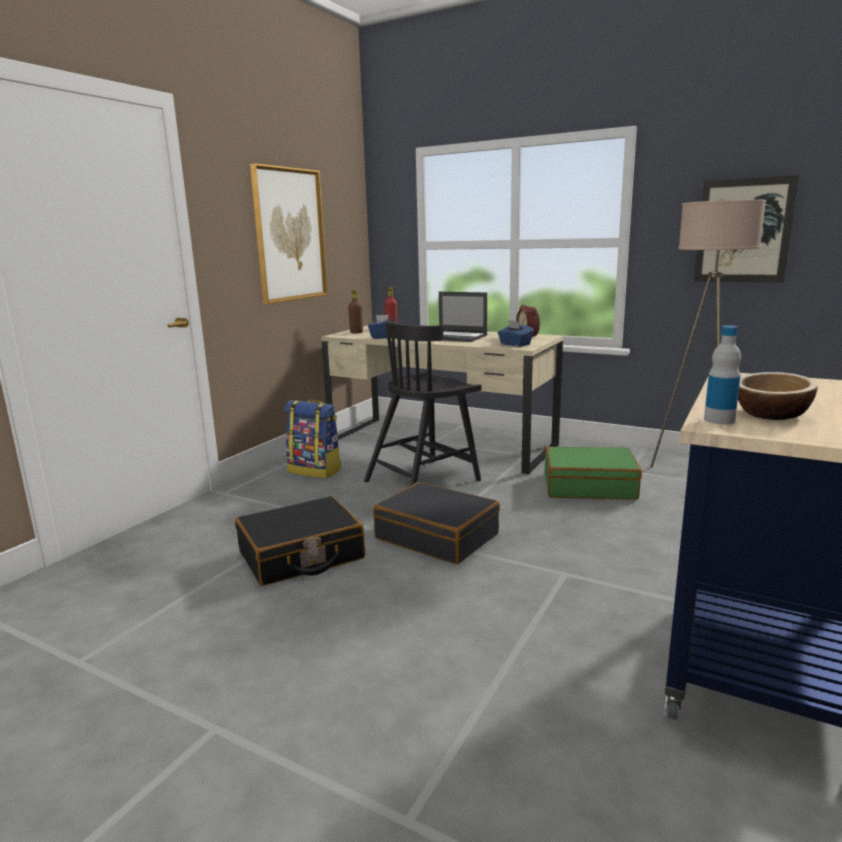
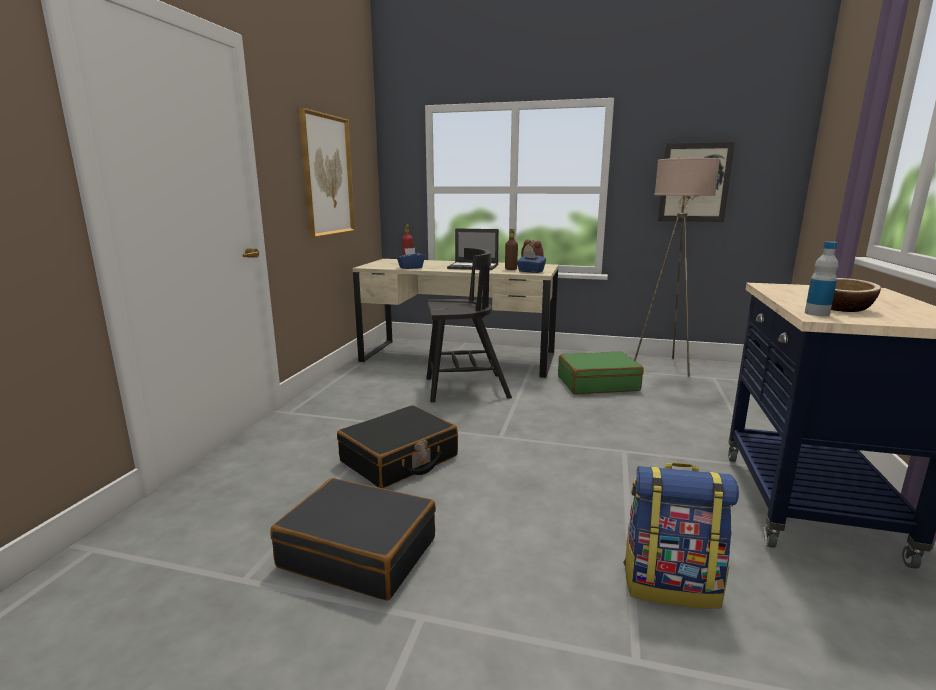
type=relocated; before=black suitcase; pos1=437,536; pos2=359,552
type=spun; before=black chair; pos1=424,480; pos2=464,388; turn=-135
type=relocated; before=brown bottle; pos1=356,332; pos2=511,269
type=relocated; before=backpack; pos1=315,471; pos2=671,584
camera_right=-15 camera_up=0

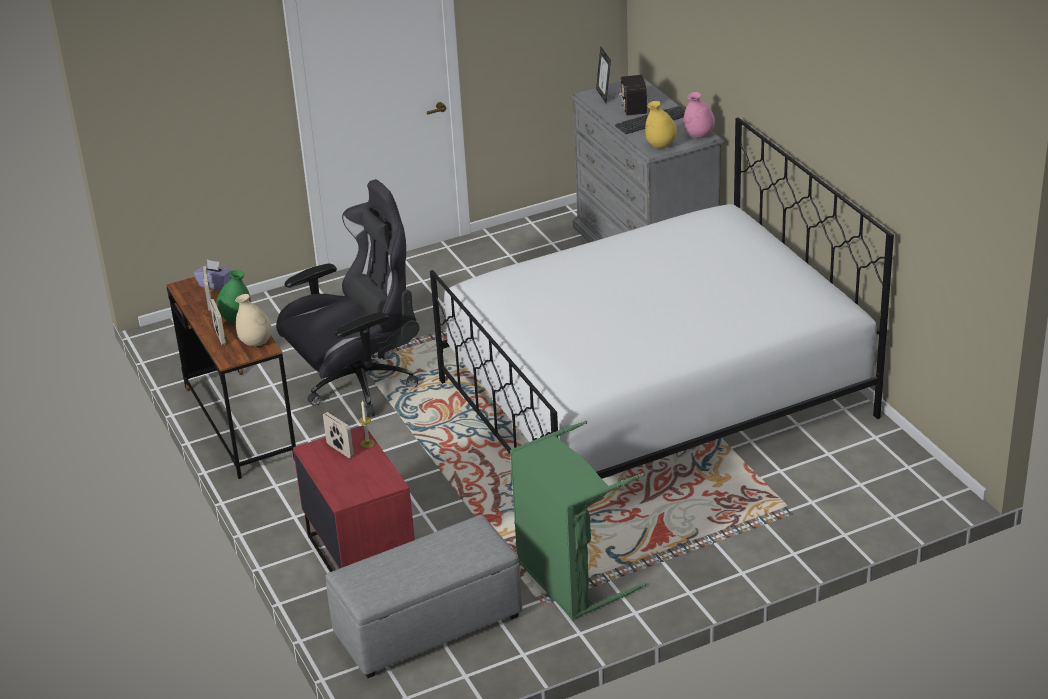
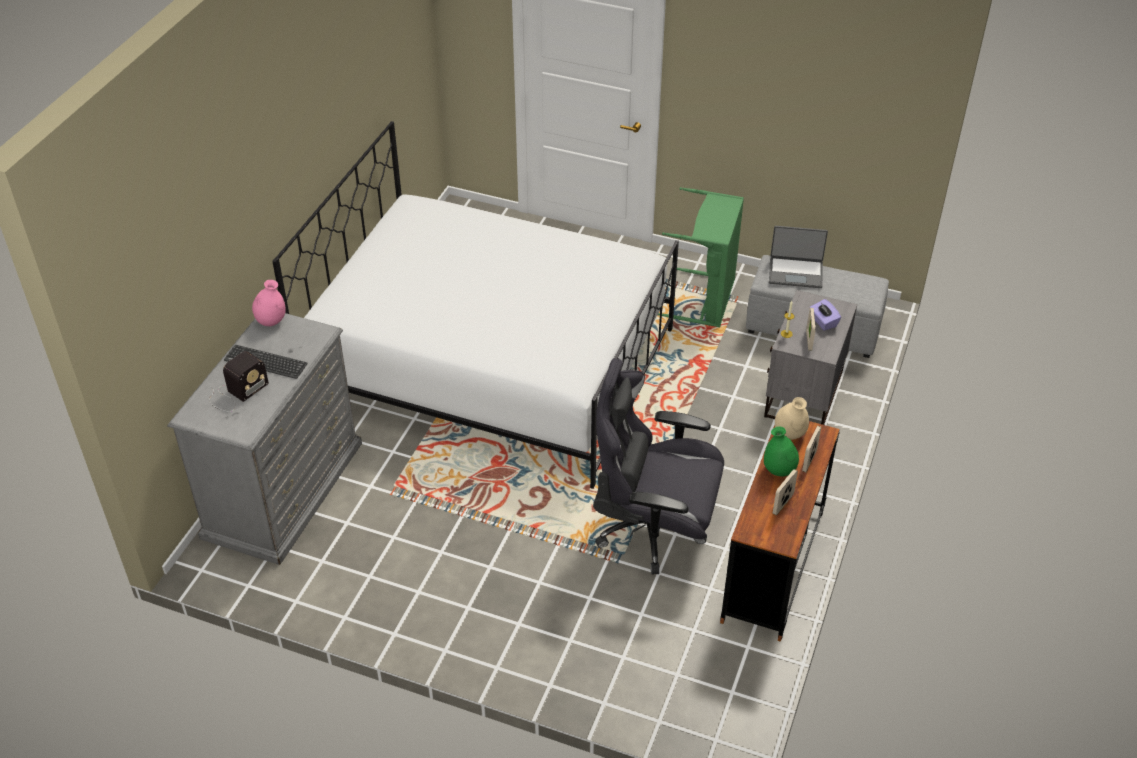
type=colour; before=red nightstand; after=grey nightstand; pos1=362,557; pos2=802,394
type=appeared; after=laptop; pos2=795,272
type=relocated; before=purple tissue box; pos1=215,284; pos2=823,322
type=missing; before=picture frame; pos1=603,96
type=missing; before=yellow vase; pos1=660,146
camera_right=-135 camera_up=10

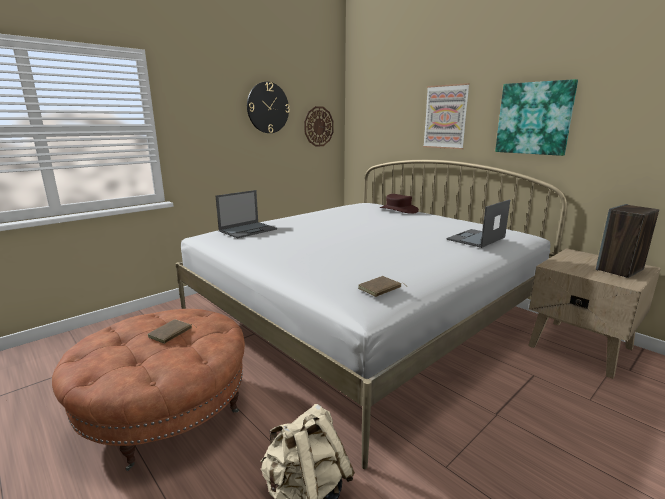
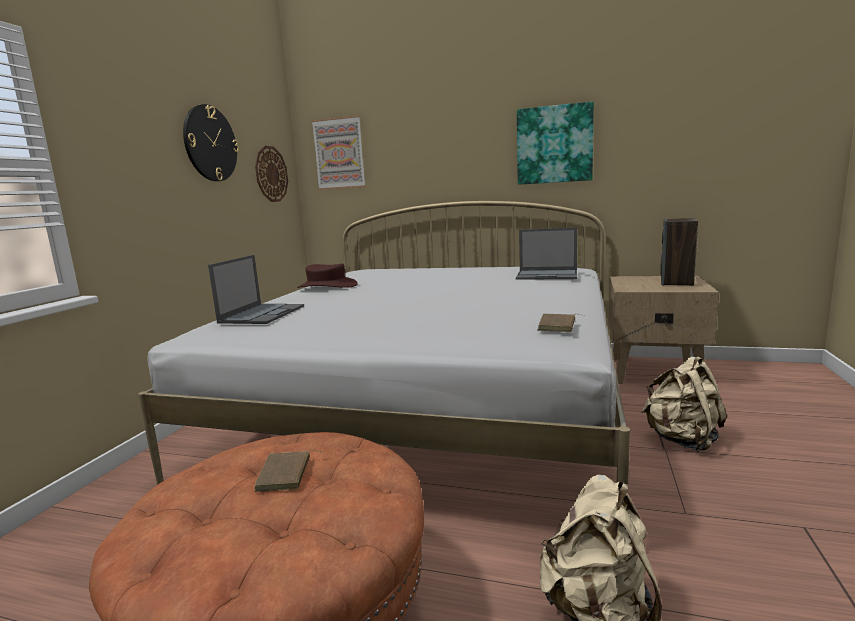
type=relocated; before=brown hat; pos1=398,210; pos2=327,286
type=relocated; before=picture; pos1=445,117; pos2=339,153
type=spun; before=laptop; pos1=476,238; pos2=547,275; turn=-90
type=appeared; after=beige backpack; pos2=682,440
camera_right=-30 camera_up=-5

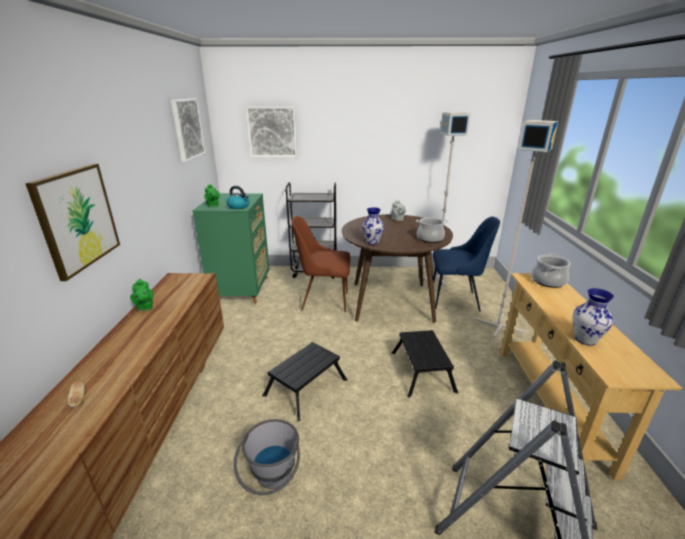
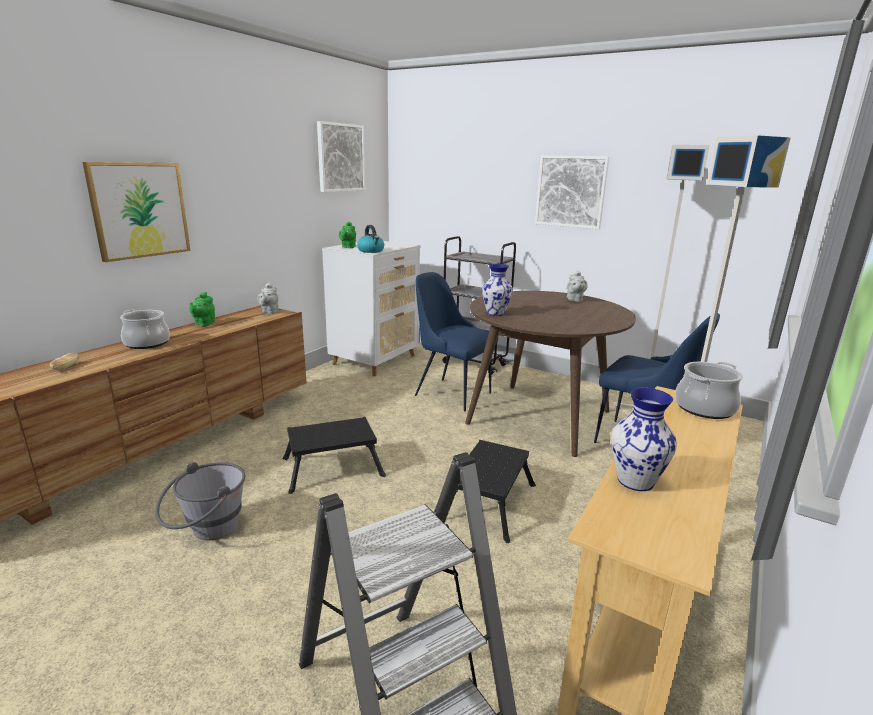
type=relocated; before=cooking pot; pos1=430,238; pos2=147,343
type=appeared; after=grey teapot; pos2=270,312
type=colour; before=green dresser; after=white dresser; pos1=241,289; pos2=375,359
type=colour; before=brown chair; after=blue chair; pos1=324,301; pos2=452,394
type=relocated; before=picture; pos1=272,132; pos2=571,191
camera_right=30 camera_up=-5

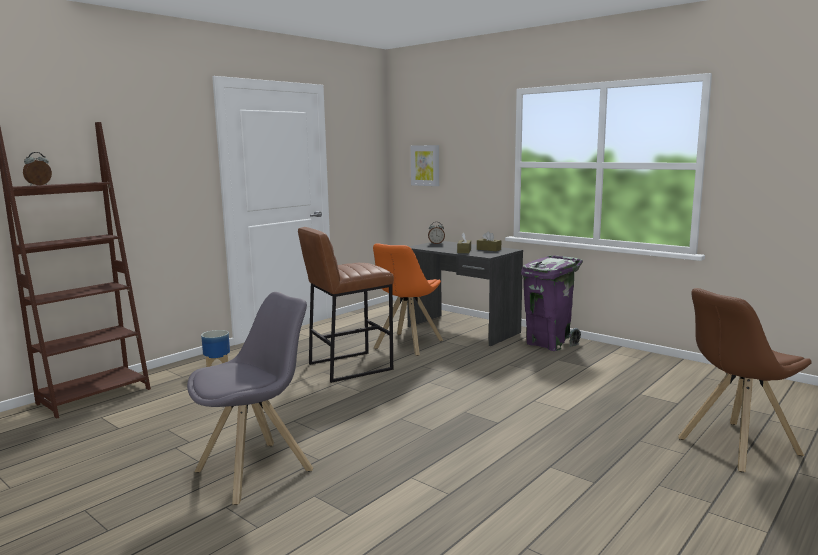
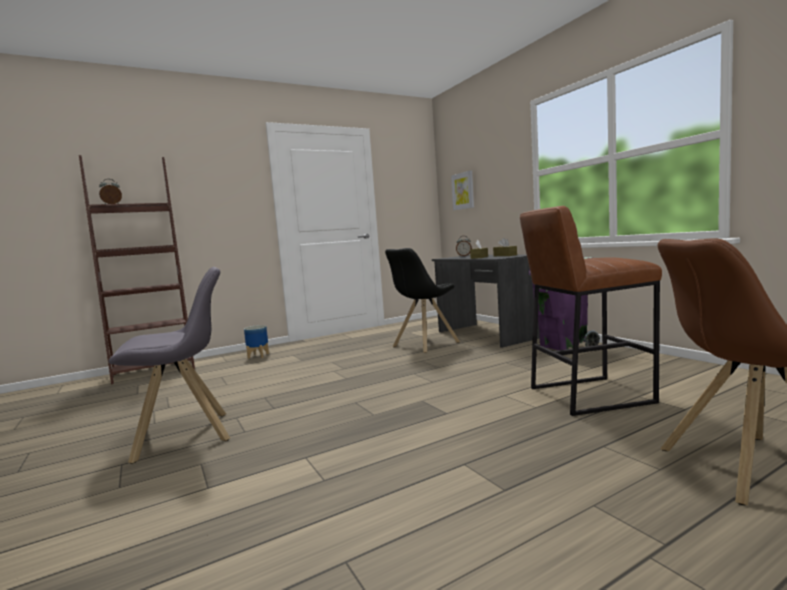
type=colour; before=orange chair; after=black chair; pos1=407,344; pos2=425,344
type=relocated; before=brown stool; pos1=349,367; pos2=588,395
camera_right=20 camera_up=-5

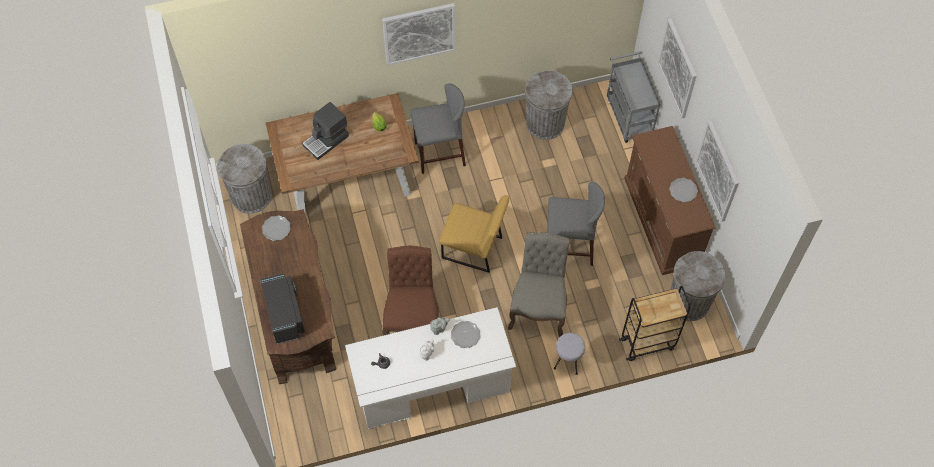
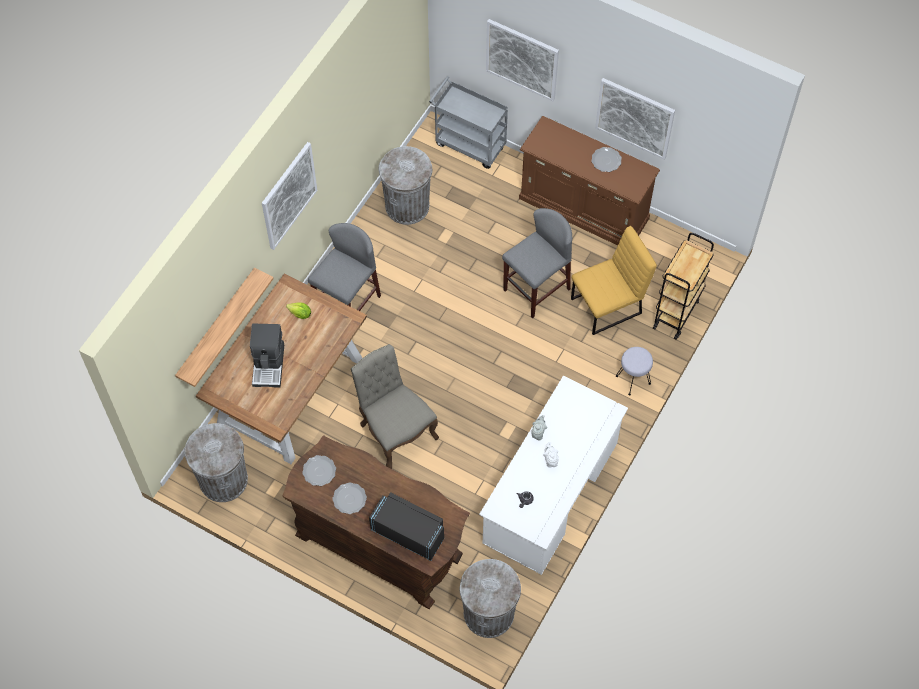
type=appeared; after=shelf; pos2=217,326
type=relocated; before=plate; pos1=465,335; pos2=349,499
type=relocated; before=grey chair; pos1=538,308; pos2=395,432
type=relocated; before=grey trash can; pos1=689,302; pos2=489,613
type=relocated; before=yellow chair; pos1=473,248; pos2=608,305
type=missing; before=brown chair; pos1=413,321
camera_right=-45 camera_up=0

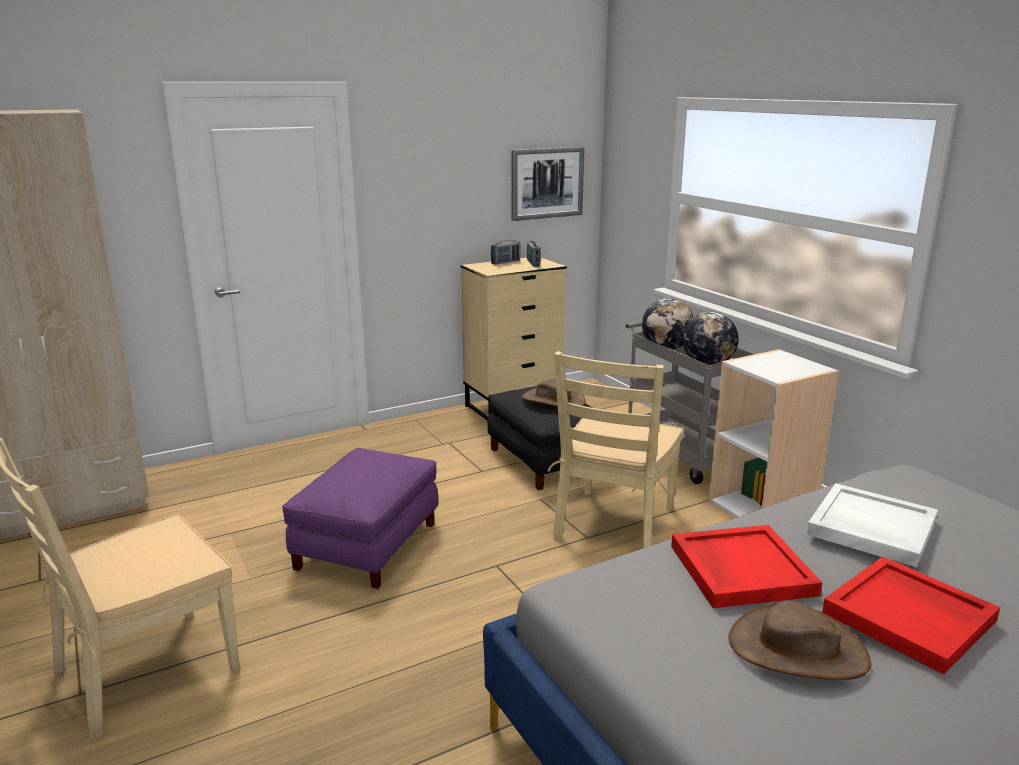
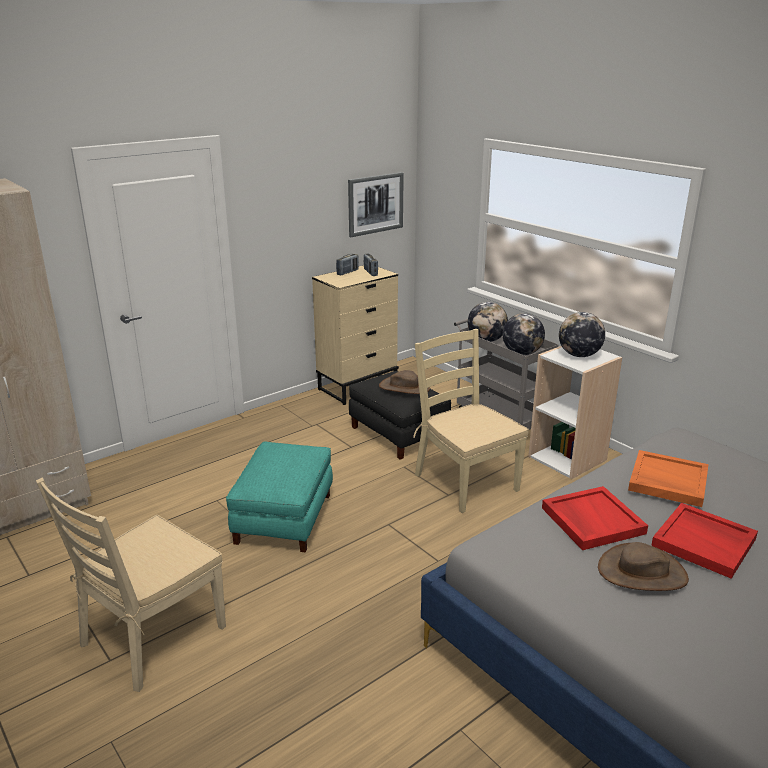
type=colour; before=purple ottoman; after=turquoise ottoman; pos1=368,546; pos2=285,519
type=spun; before=beige chair; pos1=614,524; pos2=465,482; turn=135
type=appeared; after=globe; pos2=579,355
type=colour; before=white tray; after=orange tray; pos1=870,528; pos2=667,481
camera_right=-10 camera_up=5

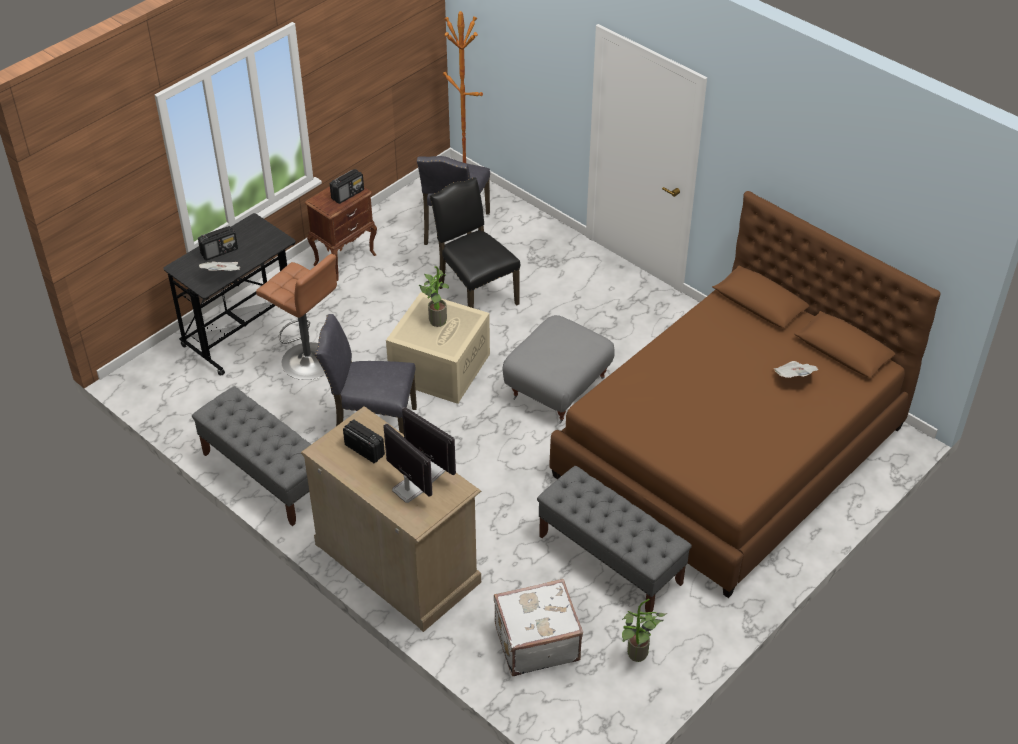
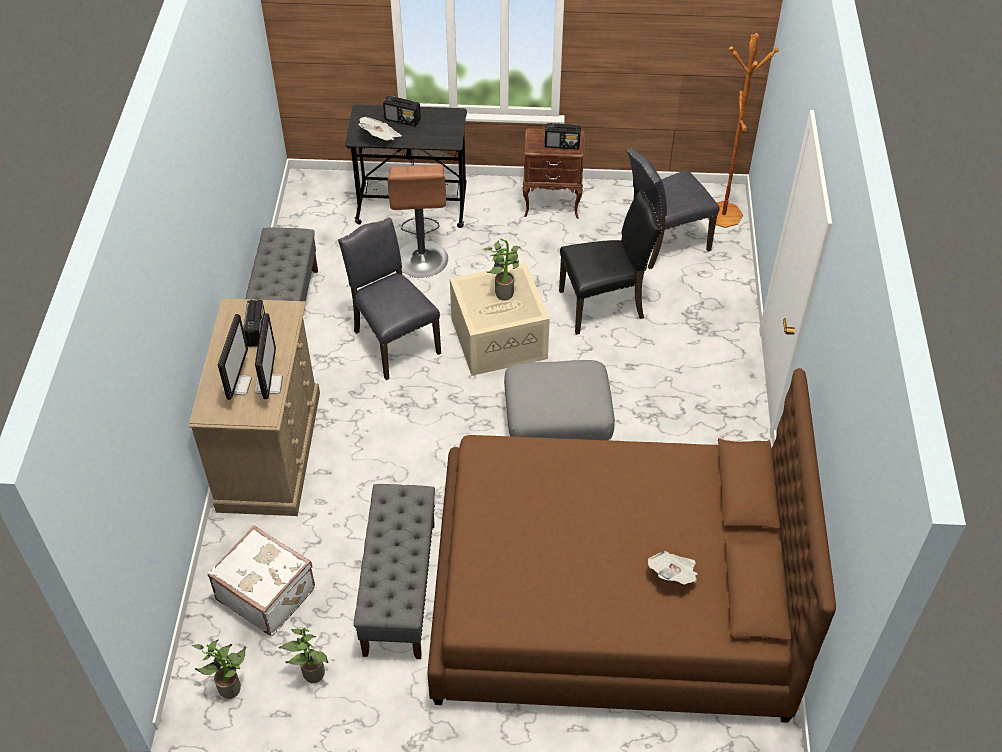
type=appeared; after=potted plant; pos2=231,686
type=spun; before=black chair; pos1=475,295; pos2=604,305; turn=60
camera_right=50 camera_up=5

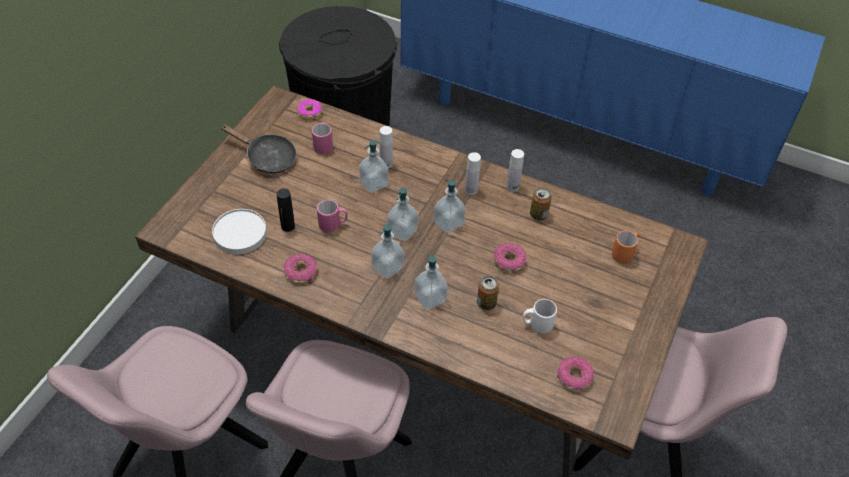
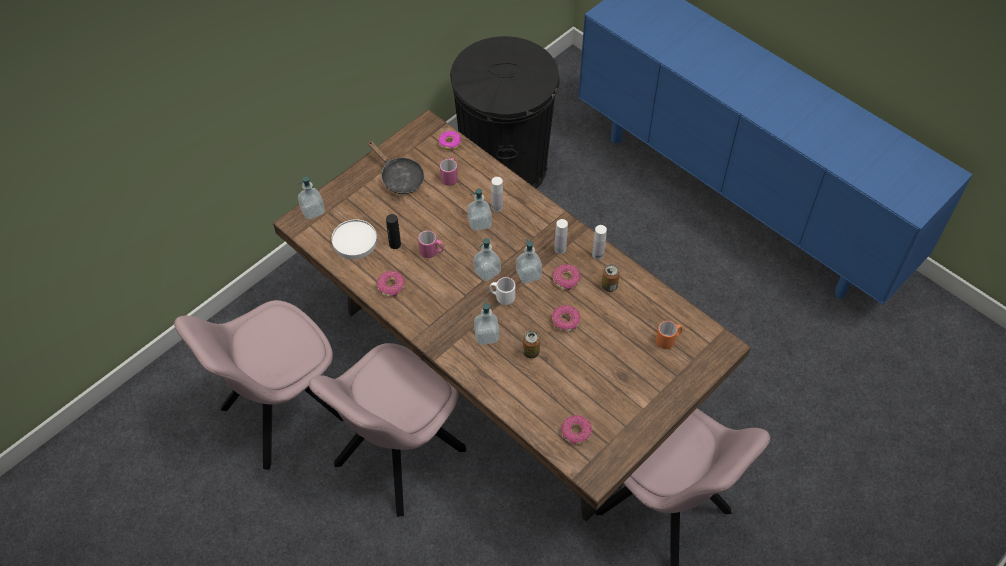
type=relocated; before=soap dispenser; pos1=387,267; pos2=313,211
type=relocated; before=white mug; pos1=537,325; pos2=502,297
type=appeared; after=donut; pos2=566,279
camera_right=20 camera_up=5

